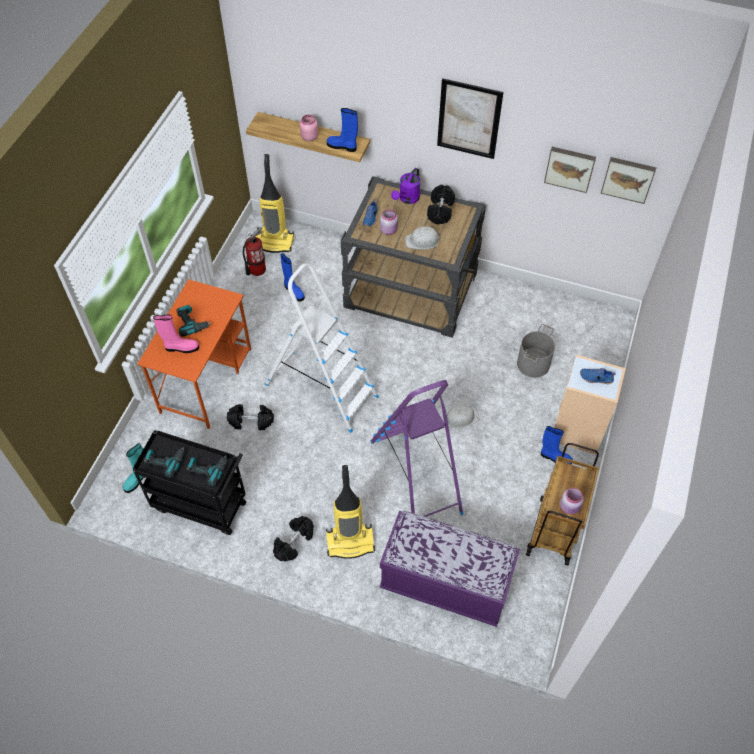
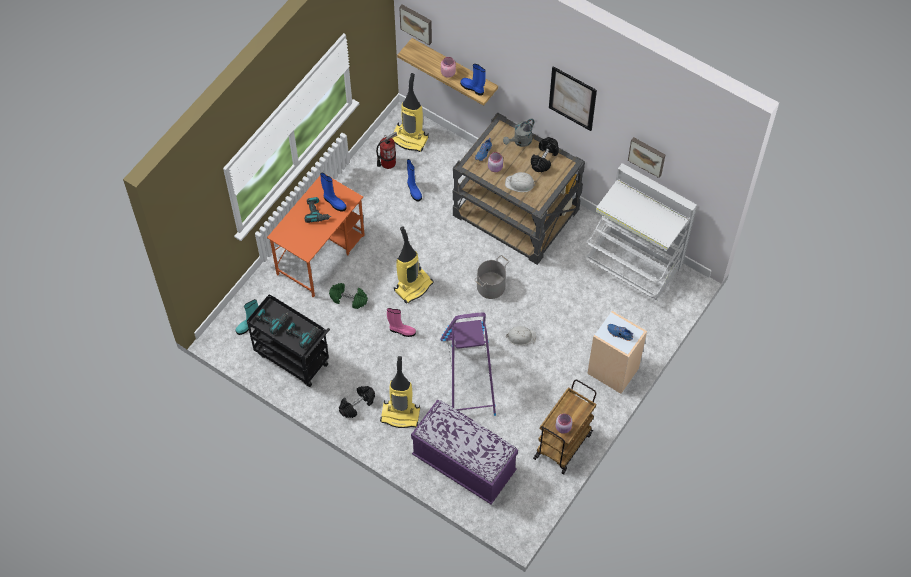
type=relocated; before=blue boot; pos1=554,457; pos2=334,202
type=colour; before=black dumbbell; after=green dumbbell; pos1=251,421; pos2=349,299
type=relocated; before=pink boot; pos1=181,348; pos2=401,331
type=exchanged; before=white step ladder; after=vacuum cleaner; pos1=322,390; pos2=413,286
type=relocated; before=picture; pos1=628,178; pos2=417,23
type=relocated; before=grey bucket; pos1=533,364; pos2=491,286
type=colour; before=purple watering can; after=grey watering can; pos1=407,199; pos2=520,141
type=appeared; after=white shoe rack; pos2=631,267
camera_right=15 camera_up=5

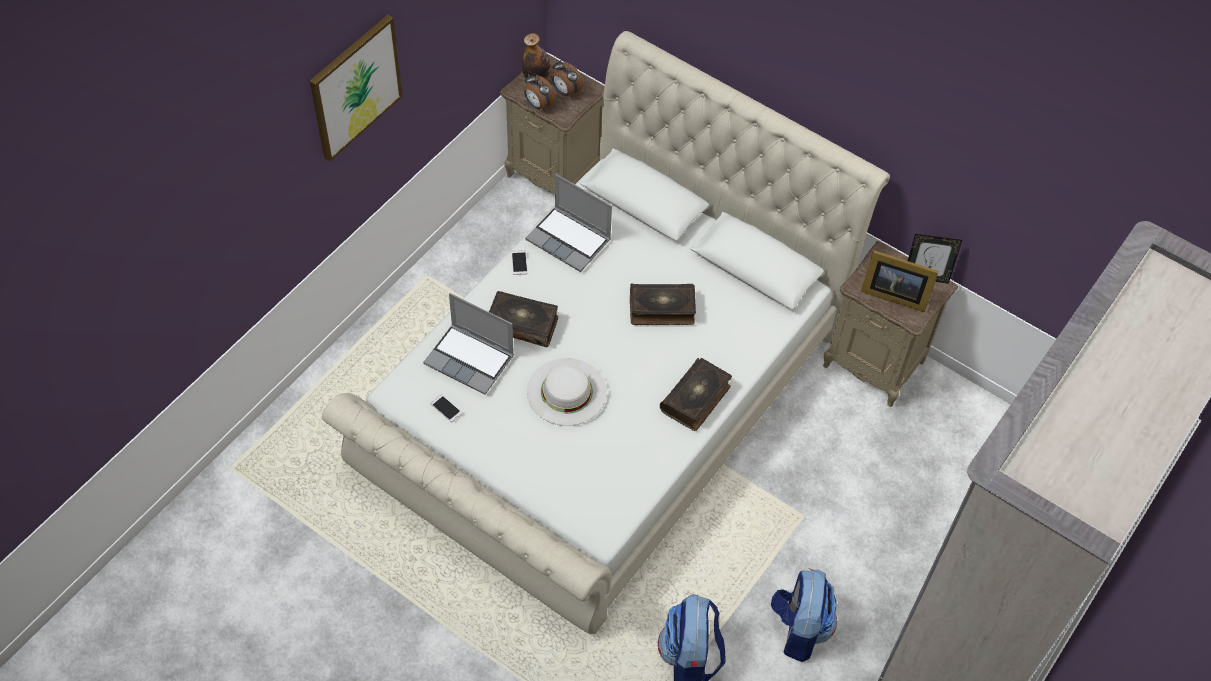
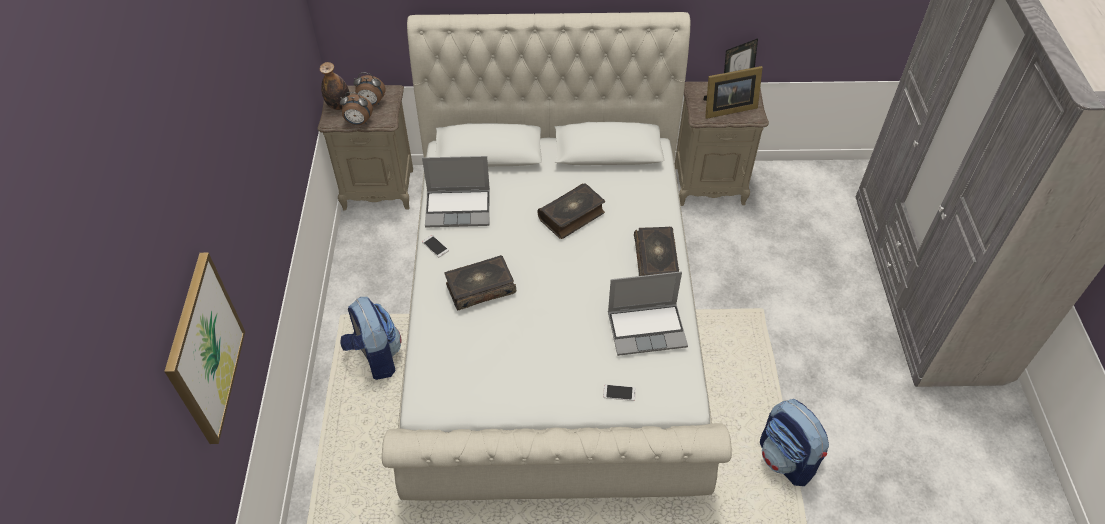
type=relocated; before=picture; pos1=355,87; pos2=204,349
type=relocated; before=backpack; pos1=798,629; pos2=375,357
type=relocated; before=phone; pos1=446,408; pos2=619,392
type=relocated; before=laptop; pos1=471,359; pos2=647,329
type=missing; before=white hat; pos1=566,391
camera_right=-35 camera_up=-5

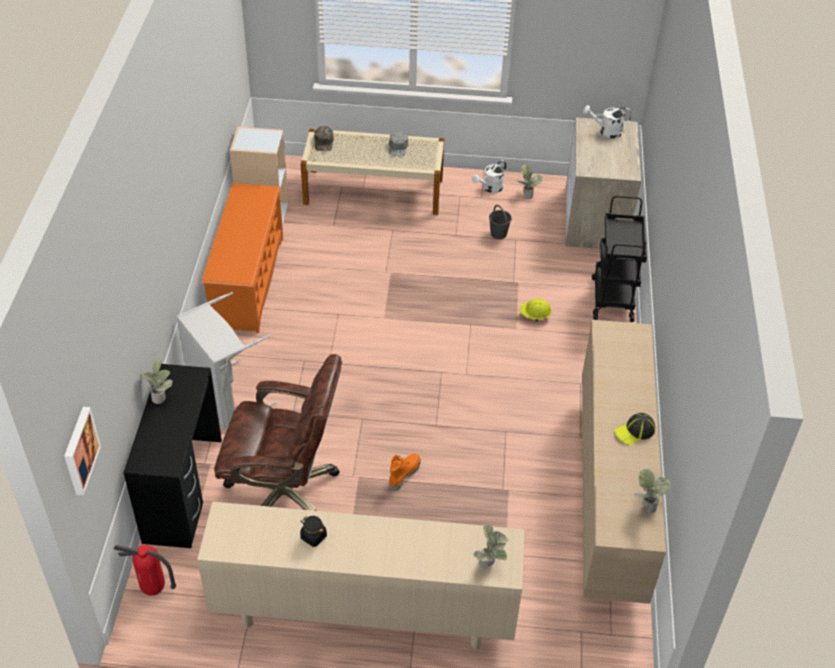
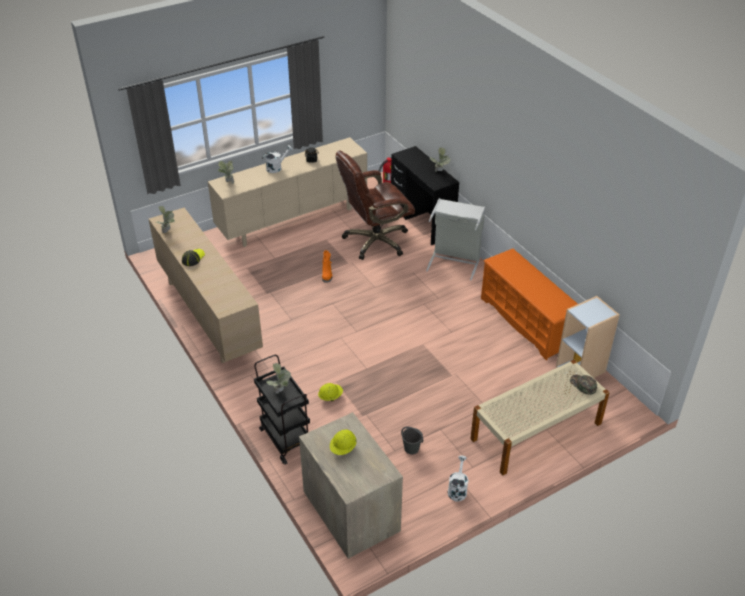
type=relocated; before=white watering can; pos1=606,132; pos2=276,168
type=relocated; before=potted plant; pos1=526,194; pos2=280,391
type=appeared; after=yellow hard hat; pos2=343,448
type=missing; before=picture; pos1=79,450
type=missing; before=grey cap; pos1=398,147
camera_right=145 camera_up=-5

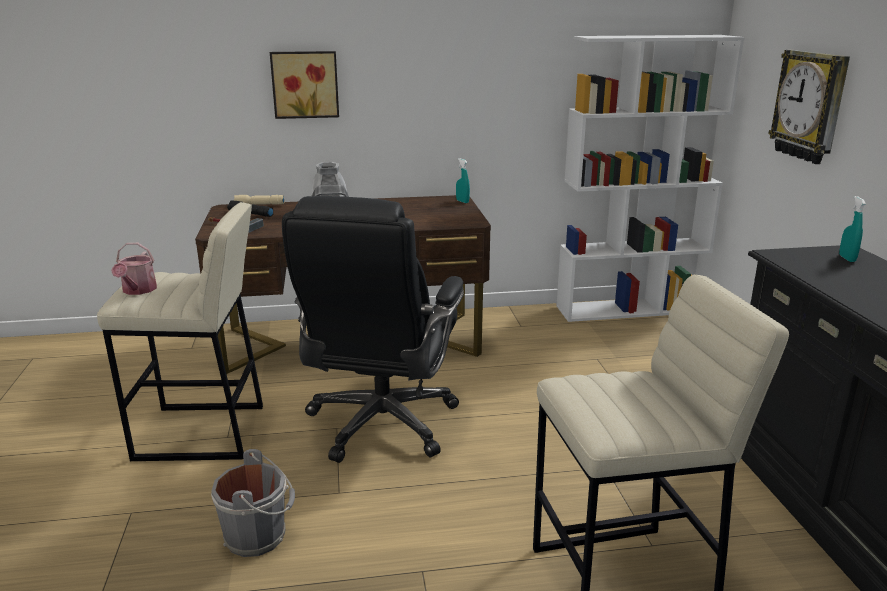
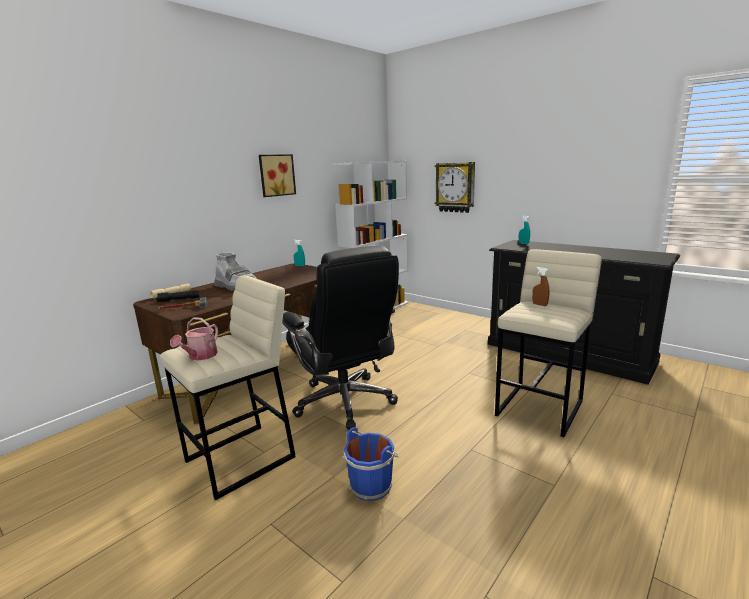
type=spun; before=watering can; pos1=138,290; pos2=200,356; turn=60
type=relocated; before=picture; pos1=305,84; pos2=276,175
type=colour; before=grey bucket; after=blue bucket; pos1=258,536; pos2=372,484
type=appeared; after=brown spray bottle; pos2=539,304
camera_right=-40 camera_up=-5

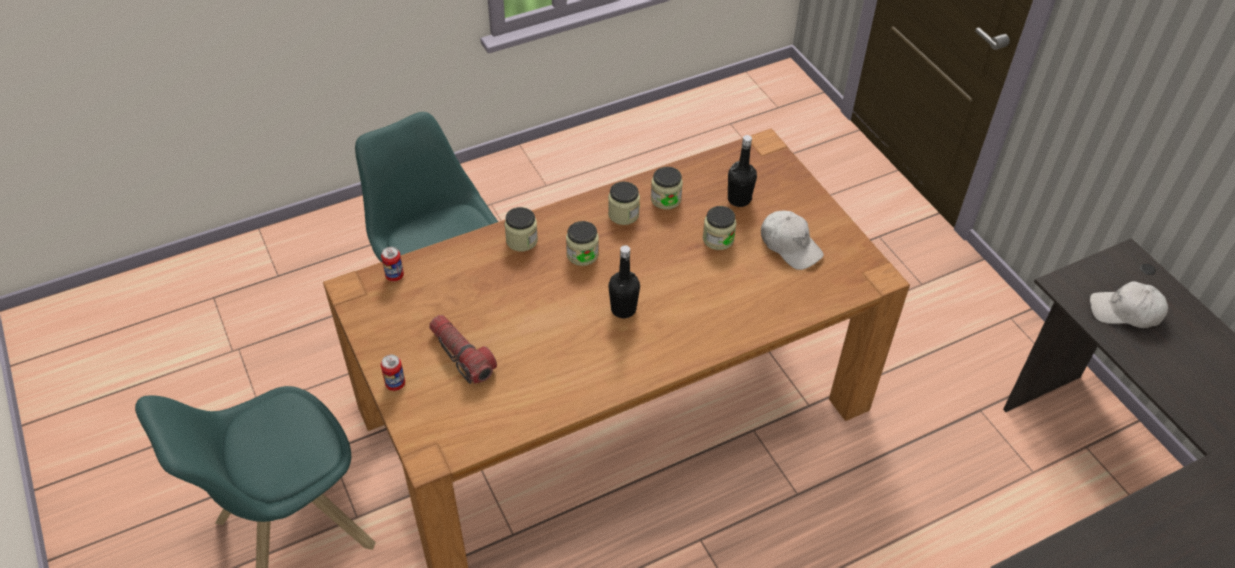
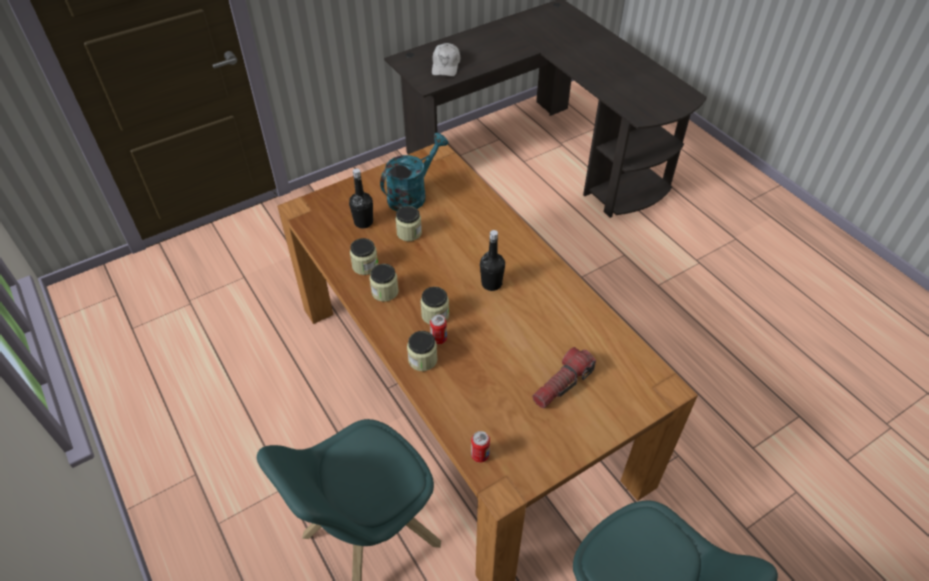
type=exchanged; before=white cap; after=turquoise watering can; pos1=790,245; pos2=412,194
type=relocated; before=can; pos1=395,384; pos2=439,339
camera_right=-95 camera_up=0

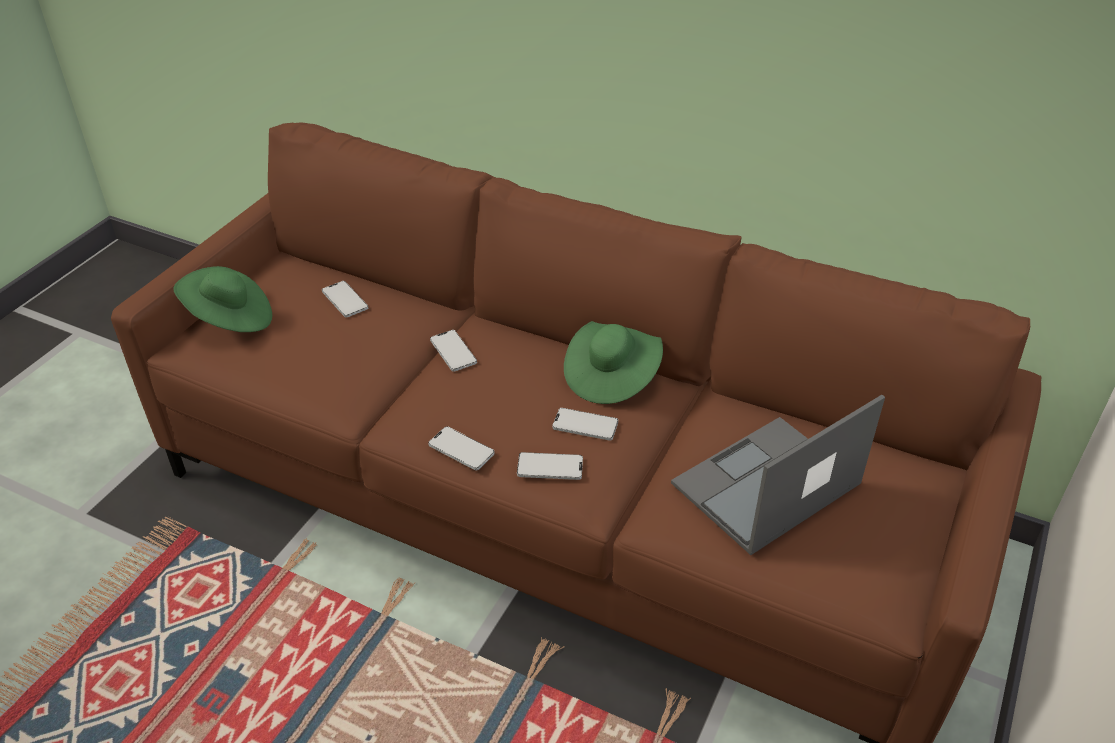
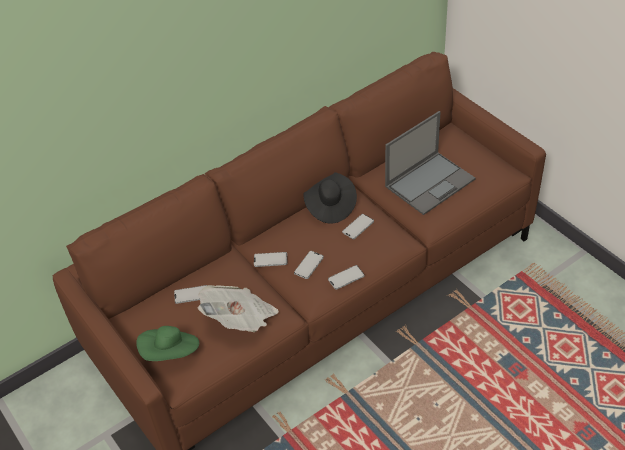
type=appeared; after=newspaper; pos2=240,319
type=relocated; before=phone; pos1=550,467; pos2=309,265
type=colour; before=green hat; after=black hat; pos1=611,376; pos2=330,206
type=spun; before=laptop; pos1=765,485; pos2=430,182; turn=-120
camera_right=-60 camera_up=5

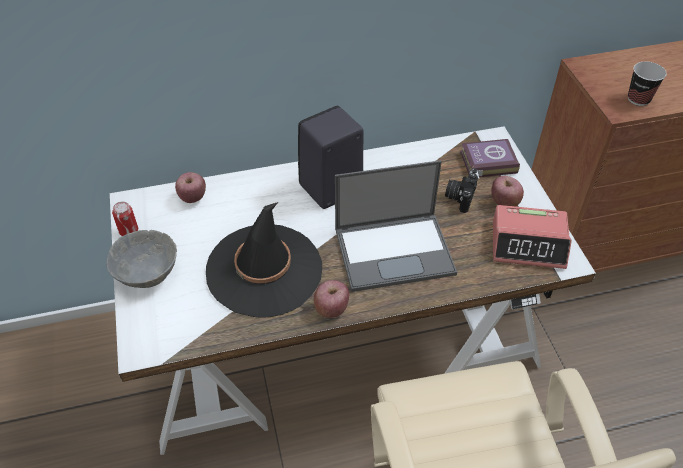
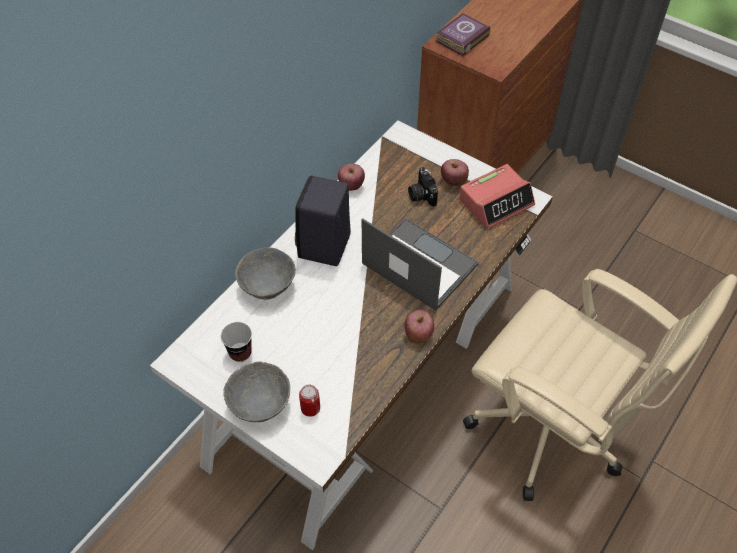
type=relocated; before=cup; pos1=638,99; pos2=240,353
type=appeared; after=grey bowl; pos2=267,286
type=relocated; before=can; pos1=129,231; pos2=310,408
type=relocated; before=apple; pos1=193,198; pos2=351,185
type=spun; before=laptop; pos1=395,250; pos2=418,264; turn=-90
type=relocated; before=book; pos1=486,162; pos2=461,38
type=missing; before=black hat; pos1=264,270
camera_right=-40 camera_up=5

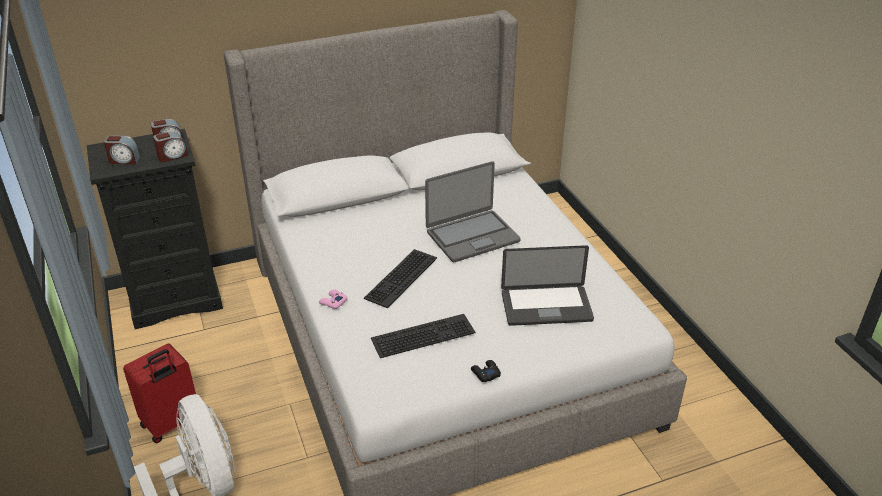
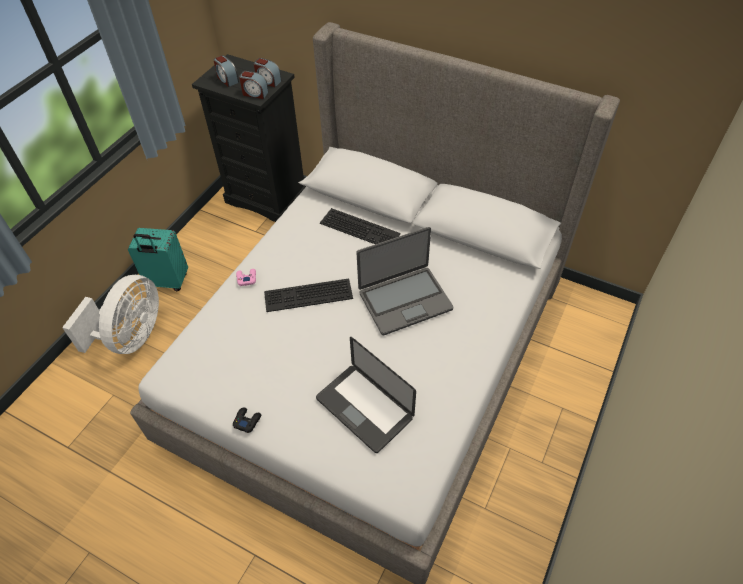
type=colour; before=red suitcase; after=turquoise suitcase; pos1=171,423; pos2=167,282
type=relocated; before=keyboard; pos1=423,334; pos2=361,228
type=spun; before=laptop; pos1=472,236; pos2=404,300; turn=-45
camera_right=50 camera_up=15

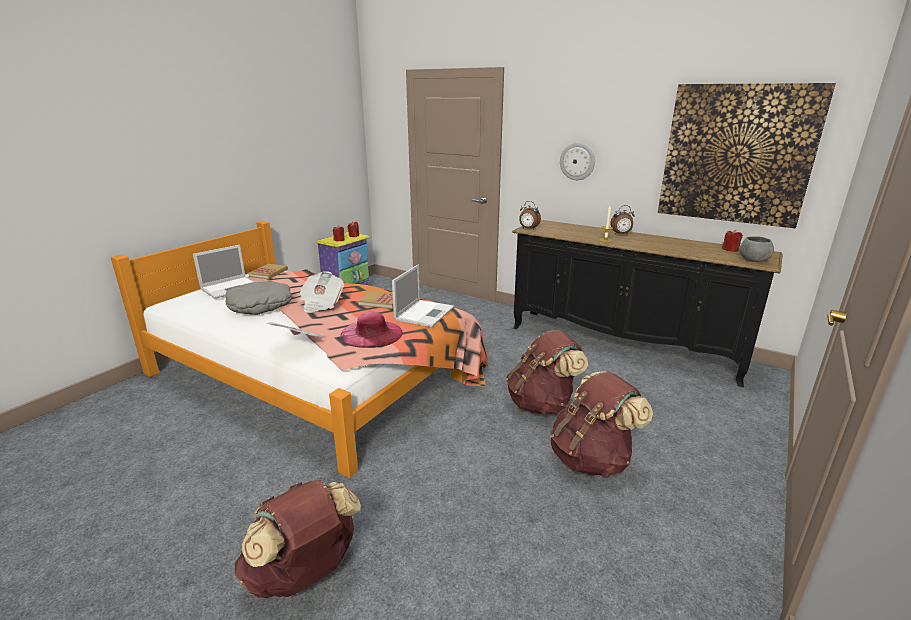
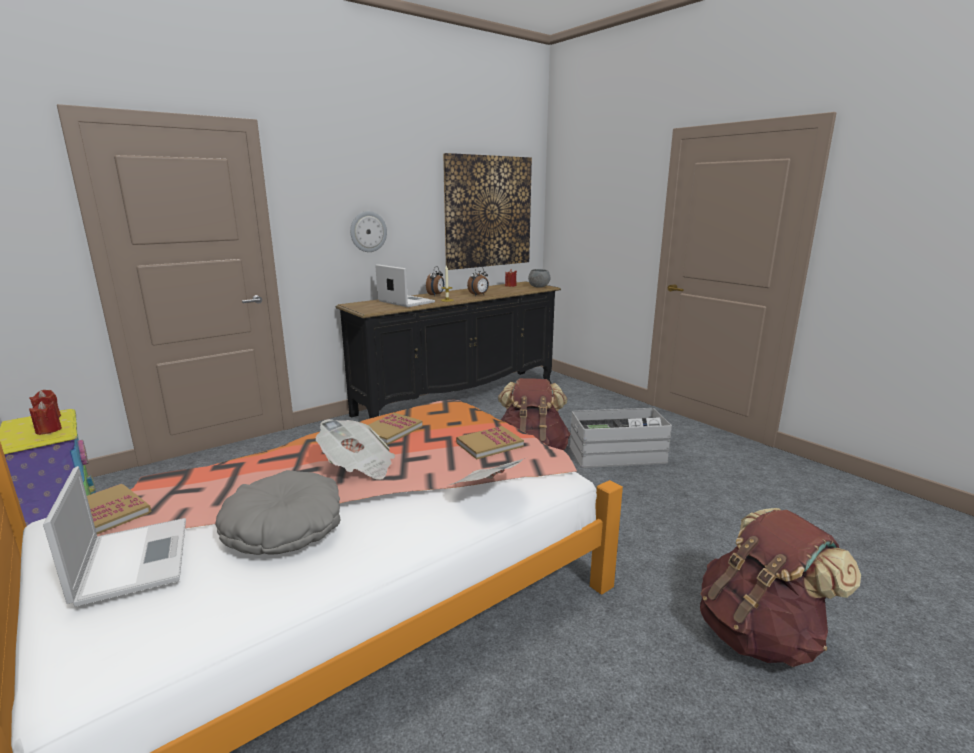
type=relocated; before=laptop; pos1=425,313; pos2=405,301
type=exchanged; before=pink hat; after=book; pos1=371,333; pos2=489,444
type=relocated; before=alarm clock; pos1=528,229; pos2=479,295
type=exchanged; before=brown backpack; after=grey storage box; pos1=591,459; pos2=617,454
camera_right=-70 camera_up=-5

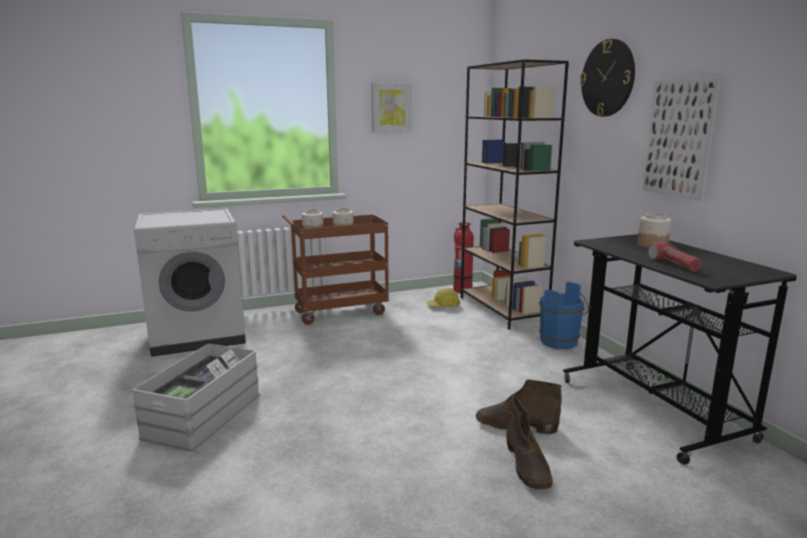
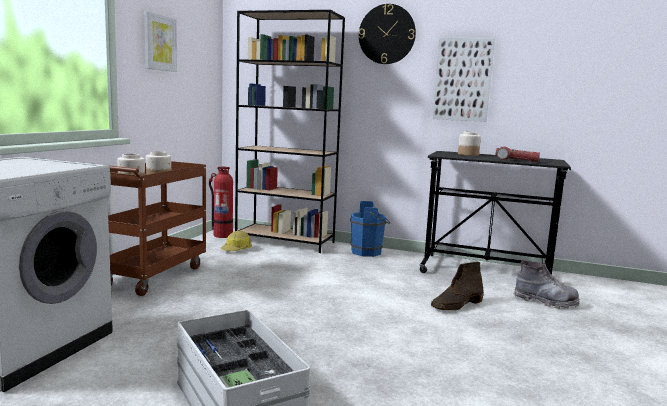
type=appeared; after=grey boot; pos2=545,302
type=missing; before=brown boot; pos1=528,466
camera_right=-50 camera_up=-5

